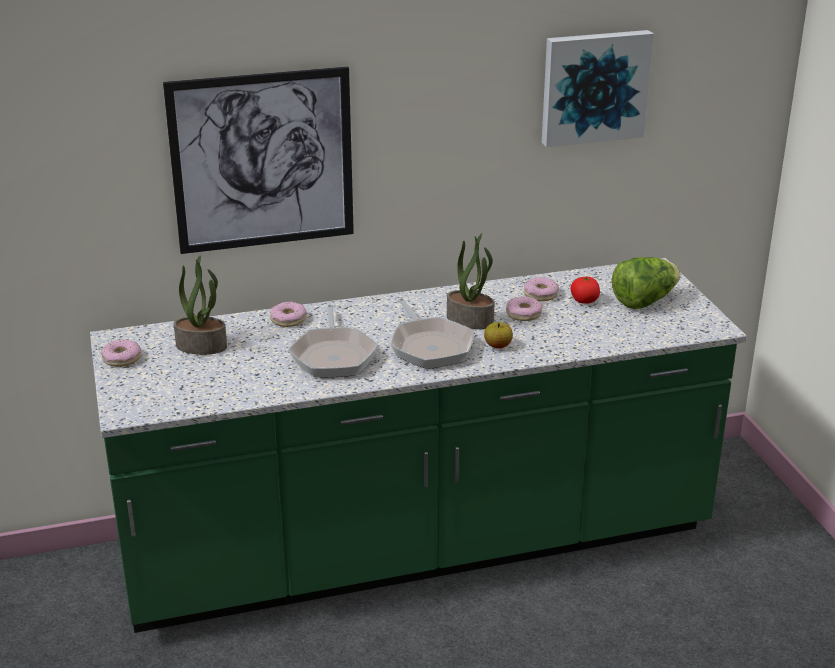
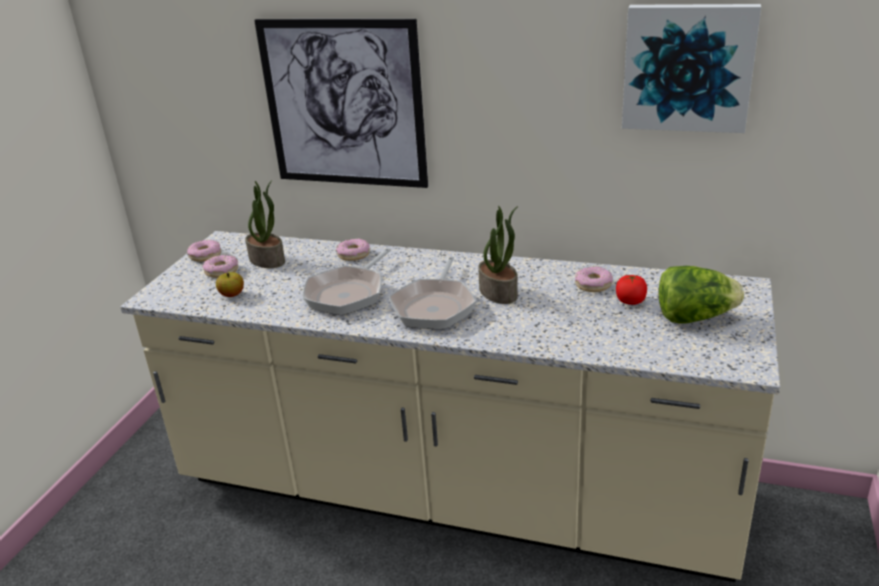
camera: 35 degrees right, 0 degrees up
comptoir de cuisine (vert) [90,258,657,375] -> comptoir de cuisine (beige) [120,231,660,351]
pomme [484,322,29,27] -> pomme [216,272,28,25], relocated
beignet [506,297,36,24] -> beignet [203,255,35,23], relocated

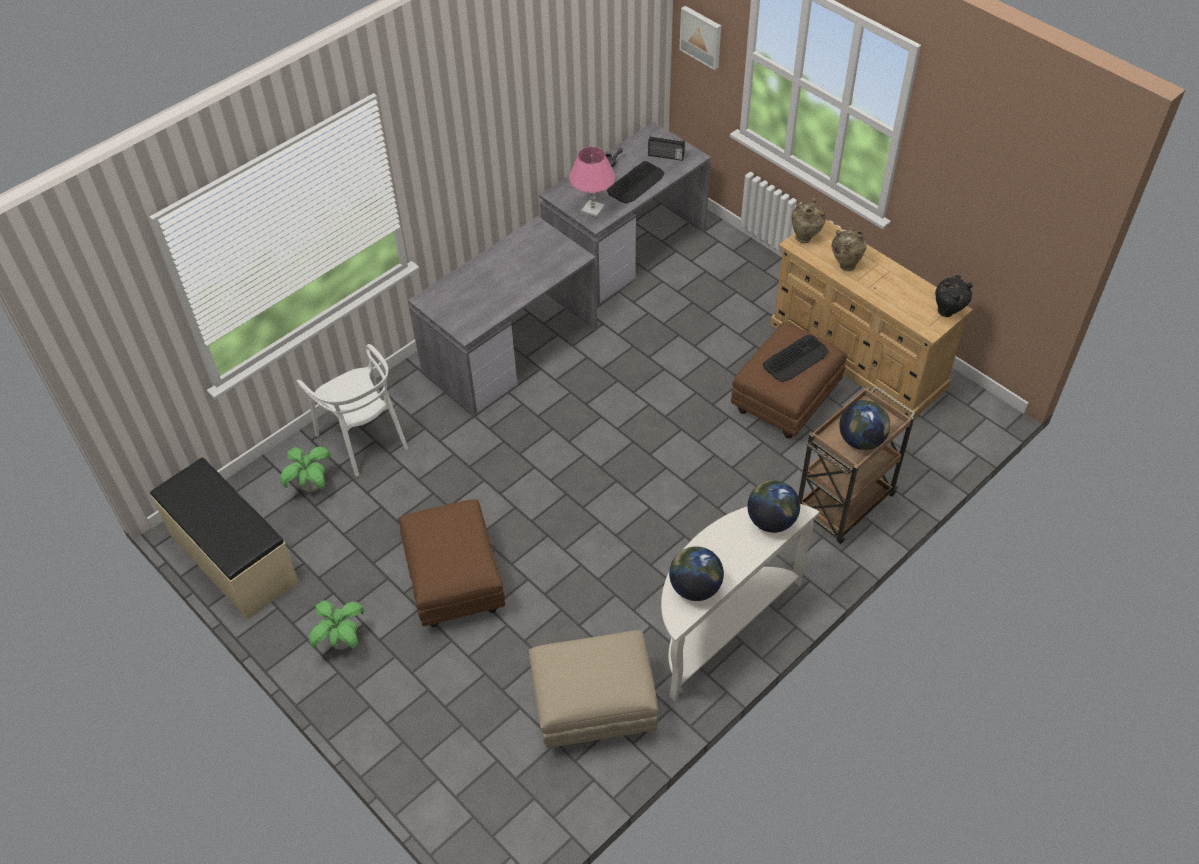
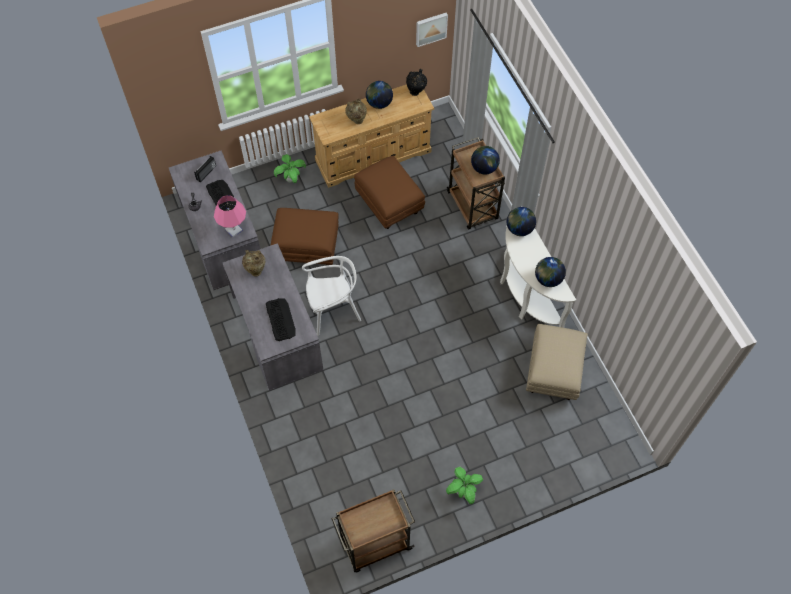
camera: 70 degrees left, 10 degrees up
banc (beige) [150,457,149,163] -> chariot (marron) [331,489,84,83]
plante en pot [280,447,51,45] -> plante en pot [274,154,32,29], relocated
chaise (blanc) [296,344,112,132] -> chaise (blanc) [302,256,59,80], relocated
pouf (marron) [399,499,106,128] -> pouf (marron) [270,208,69,57], relocated
tableau [679,6,42,64] -> tableau [416,13,32,34], relocated
clavier [763,334,66,48] -> clavier [266,298,30,43], relocated
vase (beige) [792,197,34,46] -> vase (beige) [242,250,23,27], relocated
none -> globe [366,81,27,28]

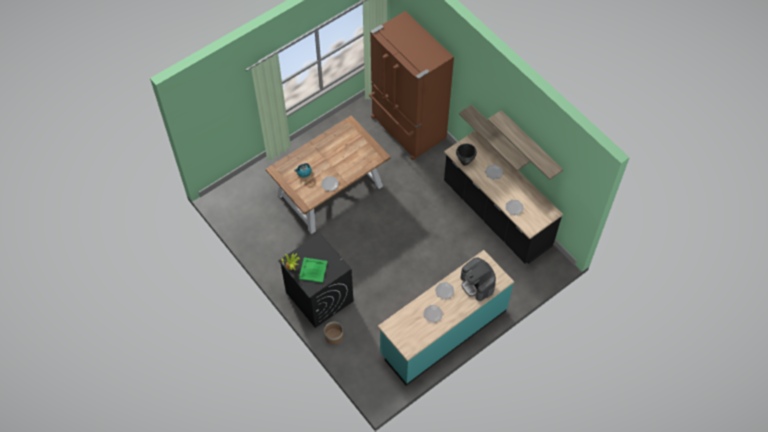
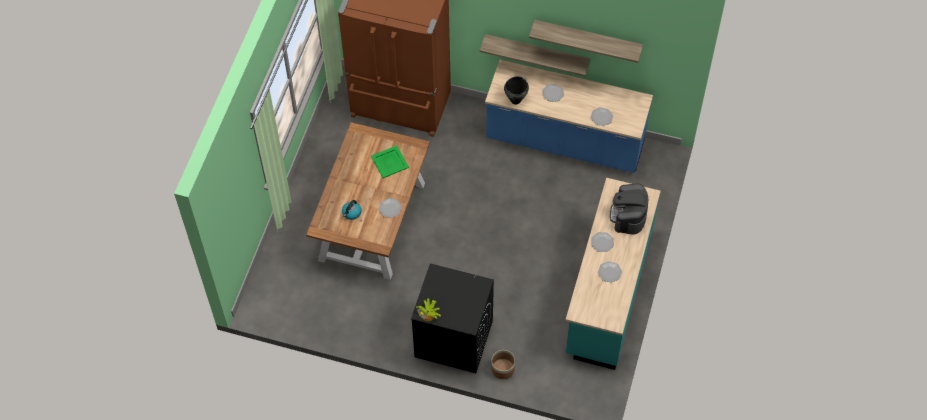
camera: 35 degrees left, 0 degrees up
plateau (vert) [299,257,29,26] -> plateau (vert) [371,146,38,32], relocated
comptoir de cuisine (noir) [444,131,119,133] -> comptoir de cuisine (bleu) [485,60,168,113]
machine à café [461,258,35,43] -> machine à café [610,183,38,51], 75 degrees clockwise

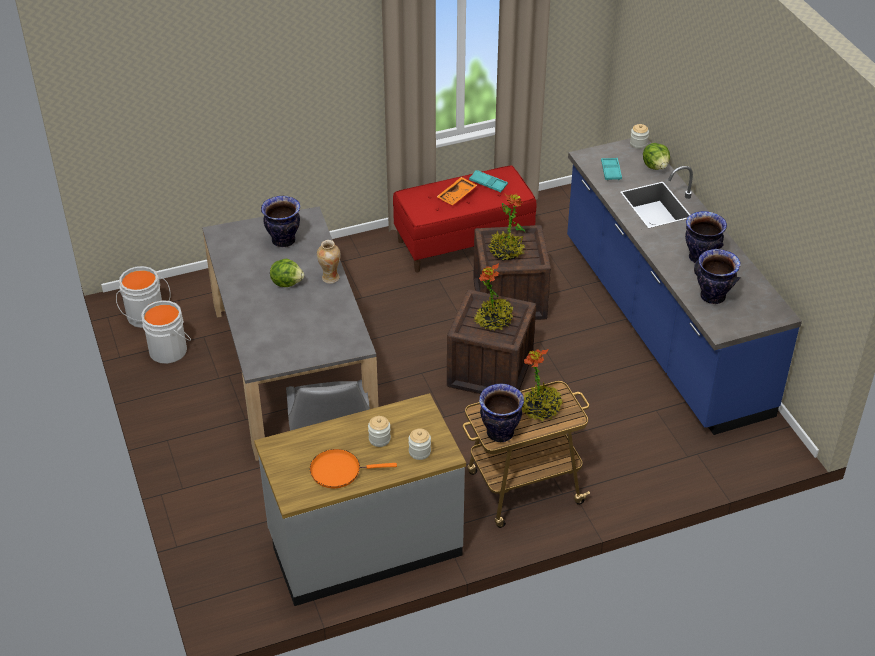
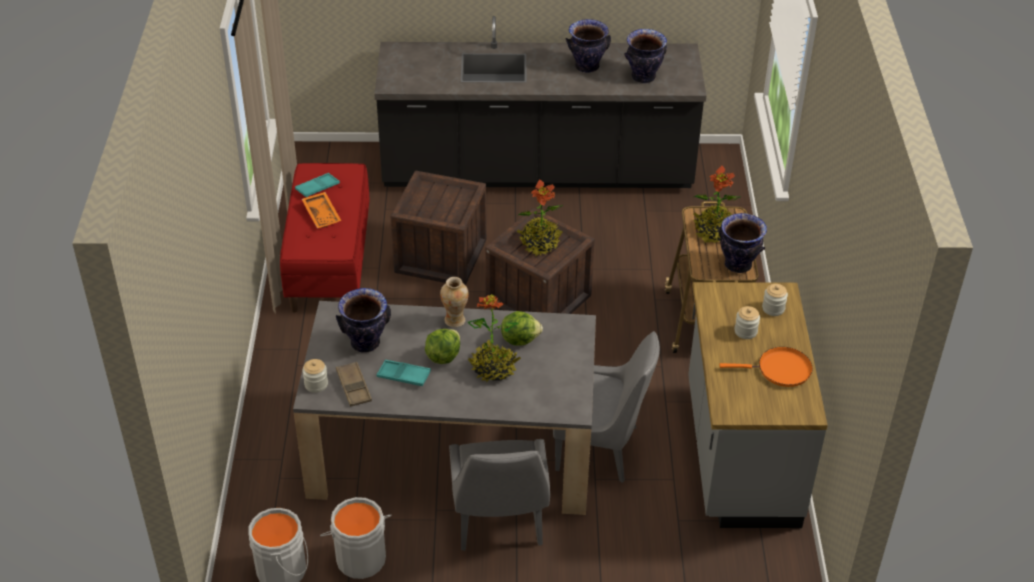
camera: 70 degrees left, 0 degrees up
poêle (orange) [310,449,87,39] -> poêle (orange) [719,347,94,40], 105 degrees counterclockwise
plante en pot [489,193,36,67] -> plante en pot [467,294,54,89], relocated
comptoir de cuisine (bleu) [567,138,235,297] -> comptoir de cuisine (noir) [375,16,331,172]
plateau (turquoise) [601,158,21,22] -> plateau (turquoise) [376,360,55,26], relocated
bocal [630,124,19,25] -> bocal [302,359,26,34], relocated
laitue [643,143,27,27] -> laitue [501,311,42,35], relocated
none -> plateau (marron) [336,362,36,45]
none -> chaise (gris) [449,439,101,112]

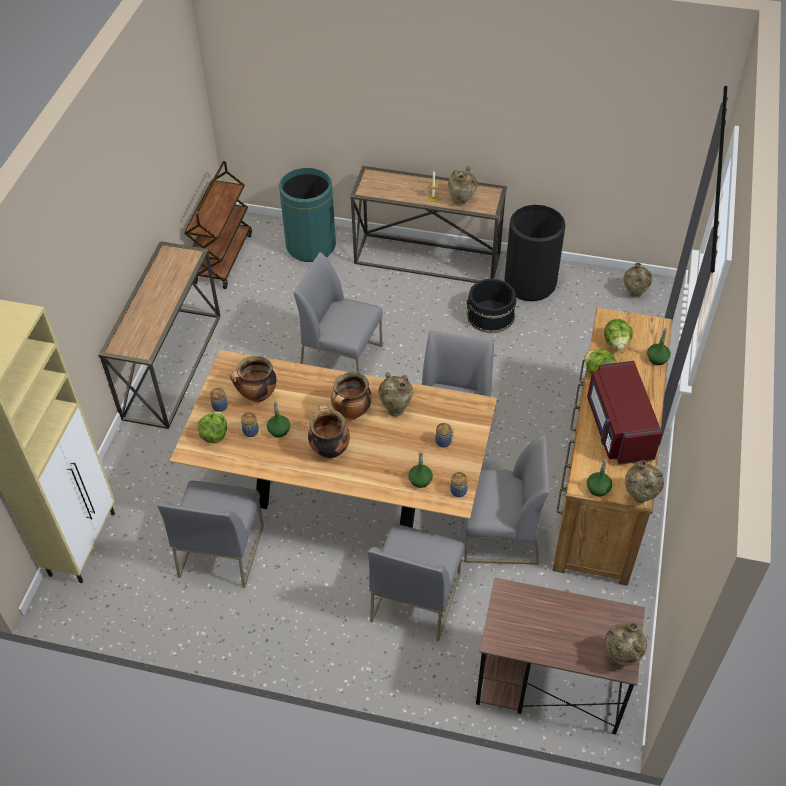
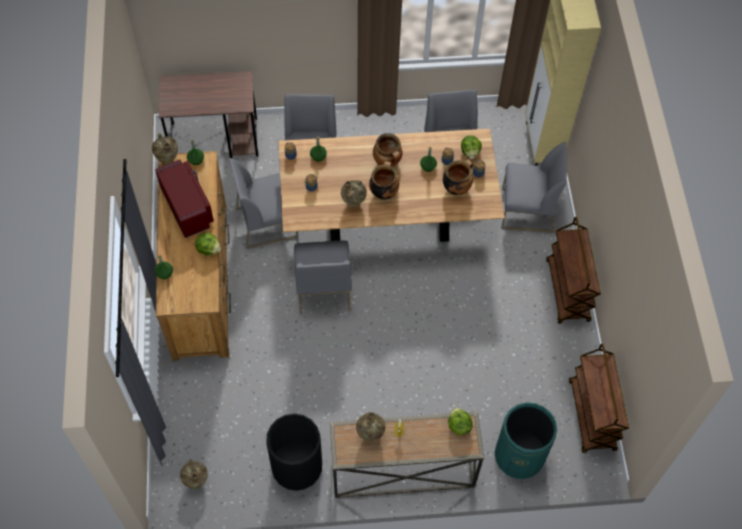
camera: 160 degrees right, 10 degrees up
table console [98,241,123,188] -> chariot (marron) [546,217,55,107]
chaise (gris) [293,252,90,121] -> chaise (gris) [501,142,66,91], relocated
seau (noir) [467,278,50,55] -> none
laitue [604,319,29,31] -> laitue [448,407,25,28], relocated
vase (beige) [605,622,42,44] -> none

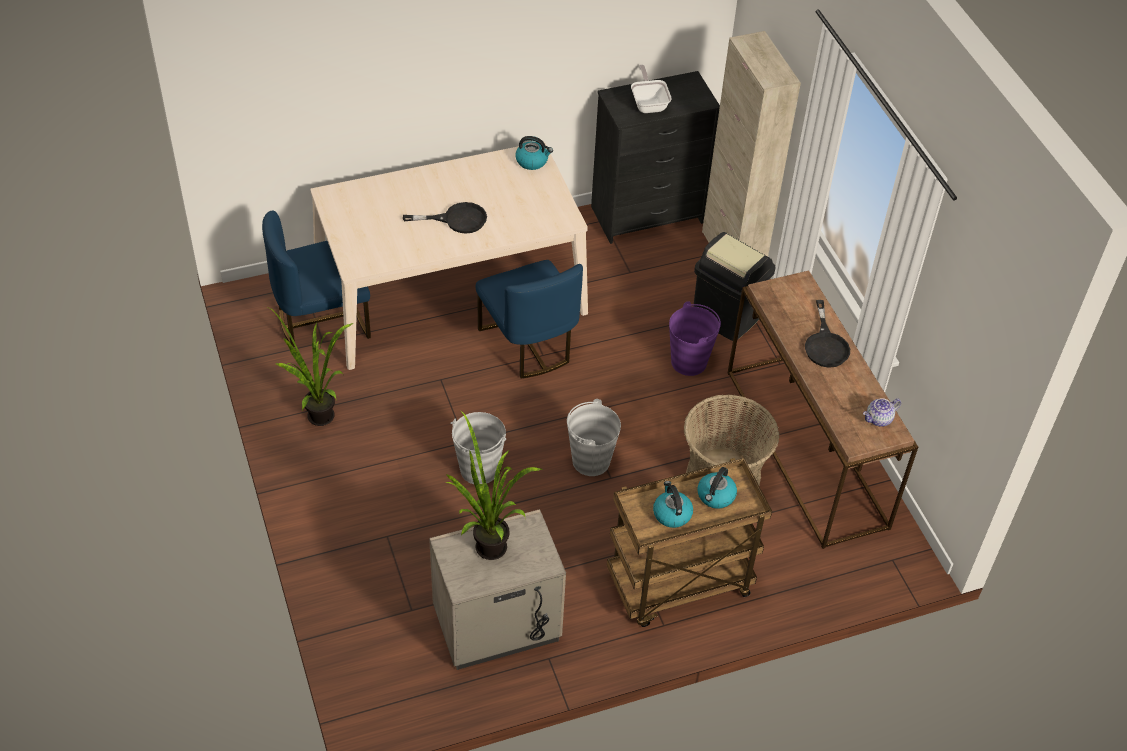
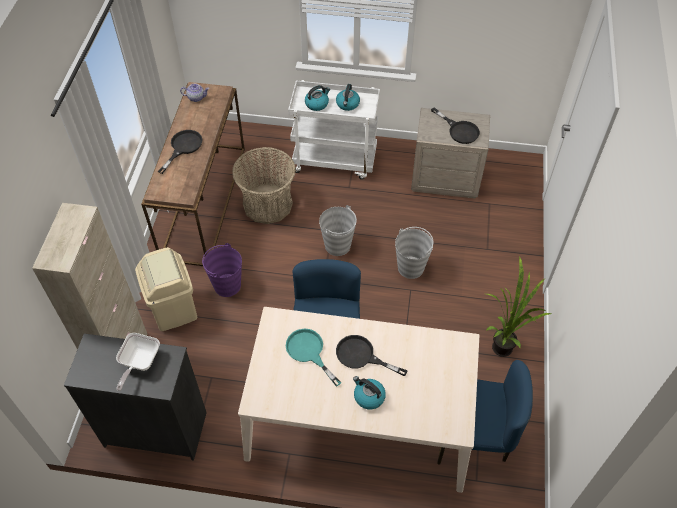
camera: 150 degrees left, 5 degrees up
plante en pot [445,410,98,150] -> poêle (noir) [431,107,49,37]
bouilloire [515,136,38,34] -> bouilloire [353,376,33,34], relocated
chariot (marron) [607,458,165,169] -> chariot (blanc) [288,80,92,100]
poubelle (noir) [693,232,83,109] -> poubelle (beige) [135,247,62,84]
none -> poêle (turquoise) [286,329,55,57]

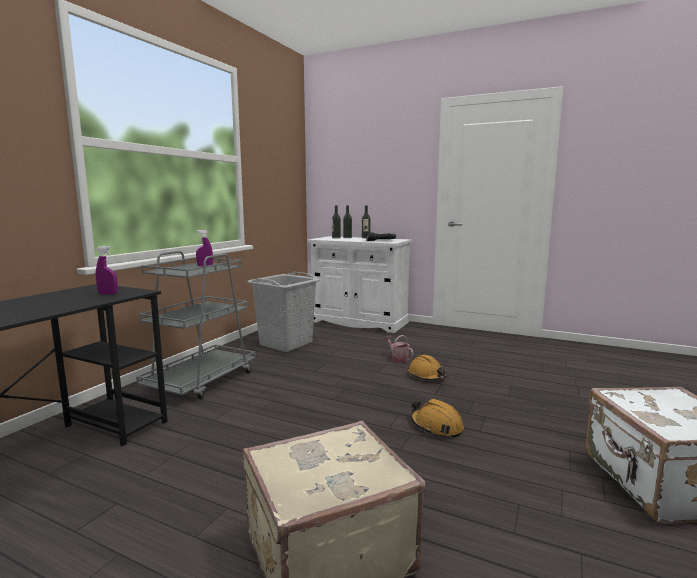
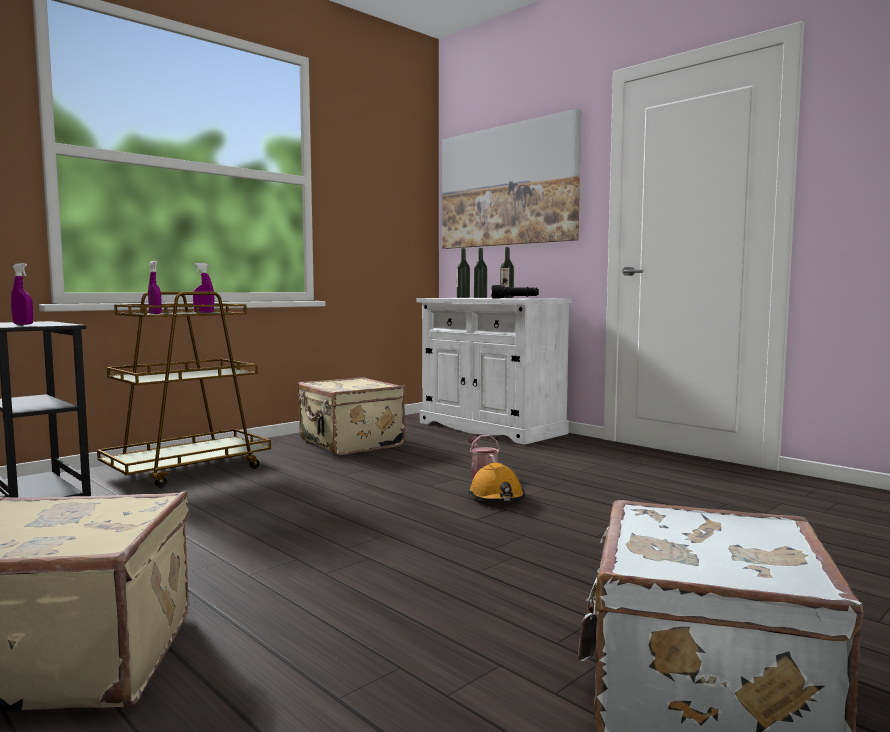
camera: 20 degrees right, 5 degrees down
chariot (gris) [136,251,120,148] -> chariot (marron) [97,292,174,196]
panier à linge (gris) [247,271,73,81] -> valise (beige) [297,377,108,78]
casque de chantier (orange) [411,399,53,39] -> none
none -> vaporisateur (violet) [148,261,14,53]
none -> tableau [442,109,139,140]

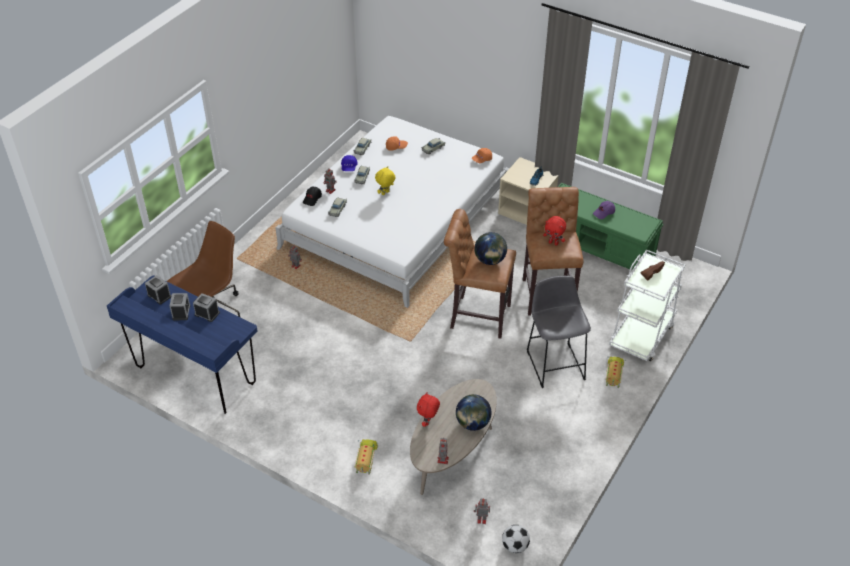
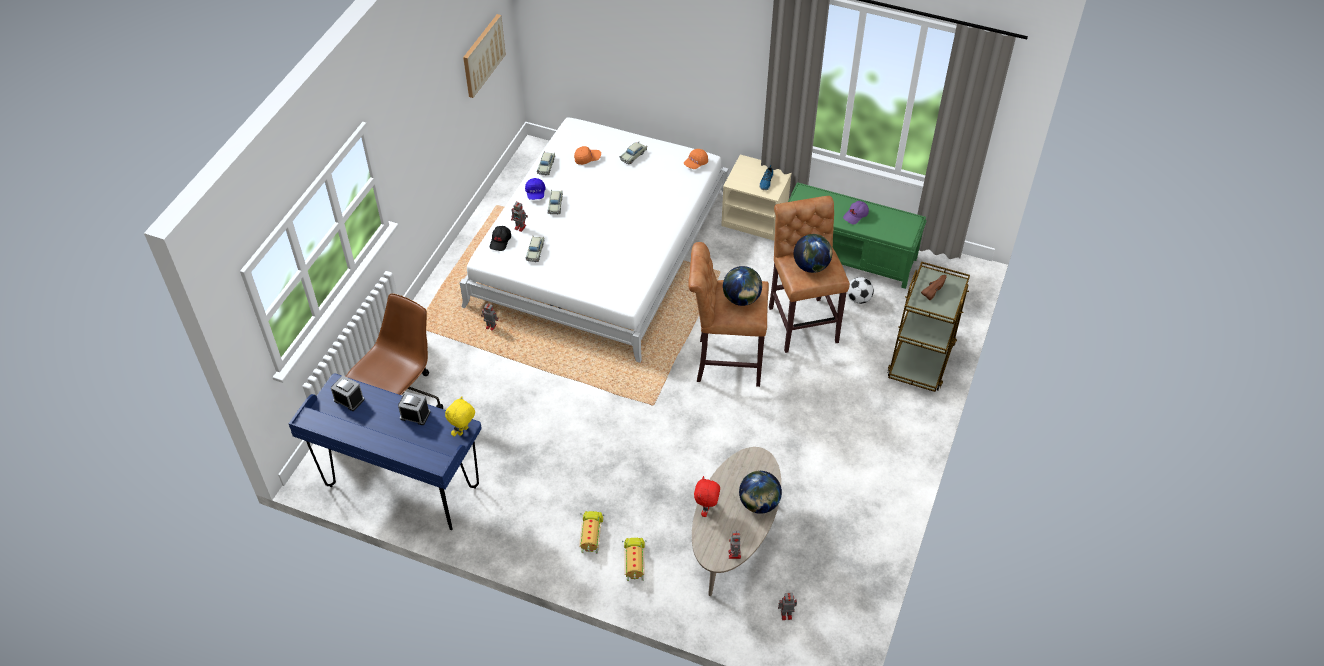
camera: 10 degrees left, 5 degrees up
réveil [170,293,20,27] -> none
peluche (jaune) [375,166,21,30] -> peluche (jaune) [445,396,30,41], relocated
ballon de foot [502,525,28,28] -> ballon de foot [847,277,27,27], relocated
tabouret (gris) [527,276,64,112] -> none
peluche (rouge) [543,216,23,30] -> globe [794,234,38,39]
camion jouet [605,356,21,32] -> camion jouet [579,511,25,43], relocated
chariot (blanc) [609,249,76,112] -> chariot (marron) [887,261,83,131]
none -> tableau [463,14,43,84]

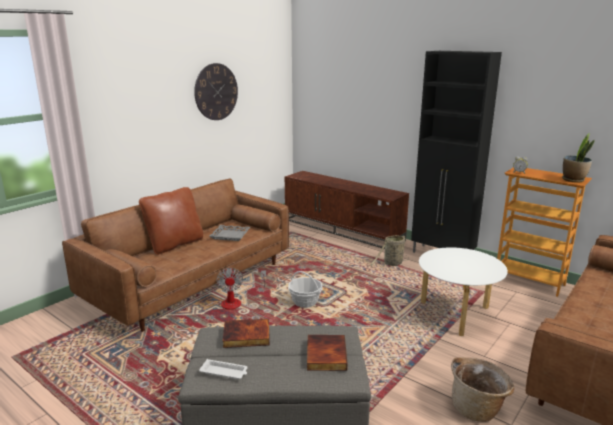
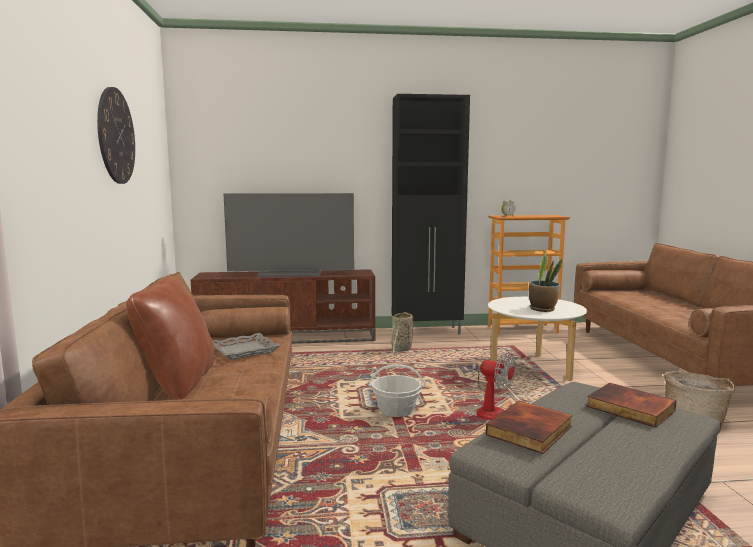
camera: 45 degrees left, 10 degrees down
plateau (blanc) [199,359,49,20] -> none
ventilateur [216,267,50,43] -> ventilateur [469,353,47,67], relocated
plante en pot [562,133,33,50] -> plante en pot [529,253,33,59], relocated
none -> téléviseur [224,193,130,84]

